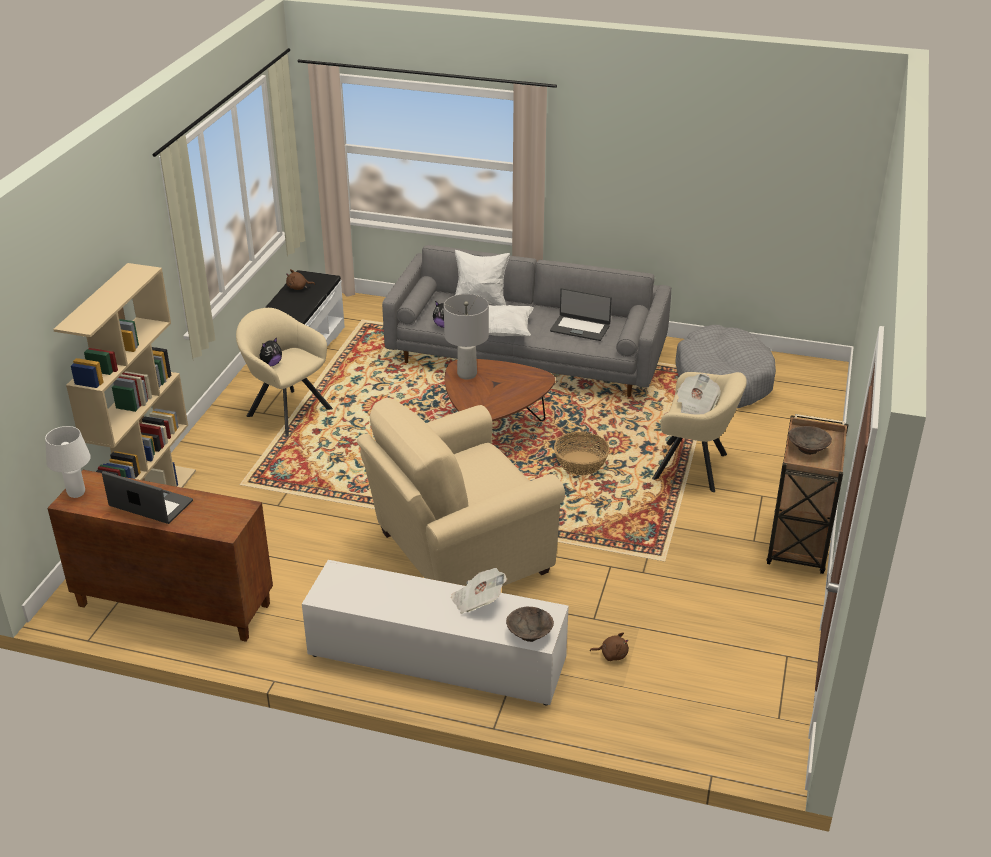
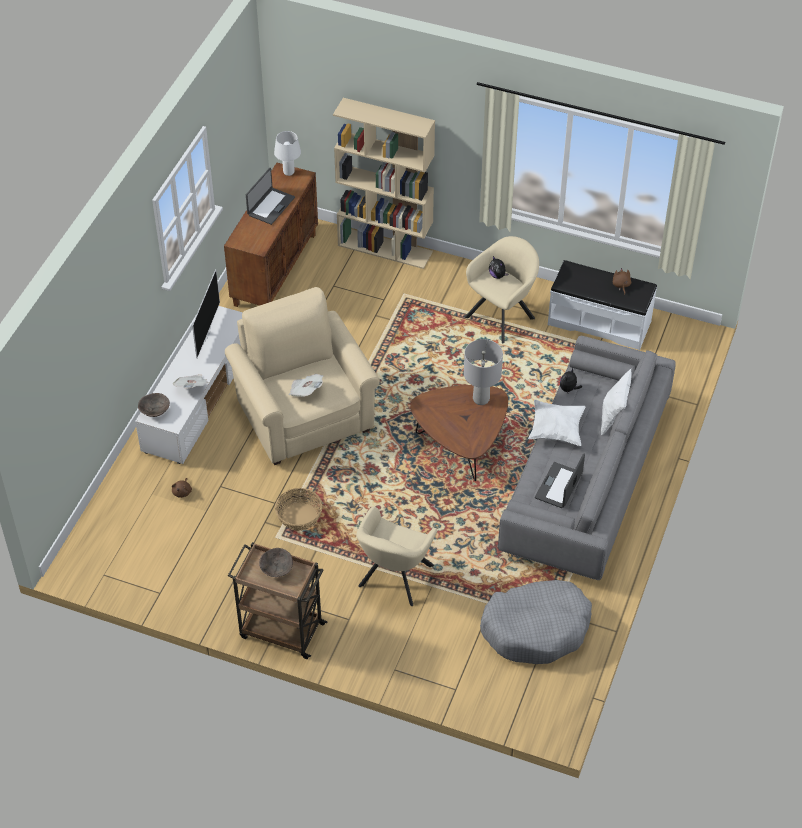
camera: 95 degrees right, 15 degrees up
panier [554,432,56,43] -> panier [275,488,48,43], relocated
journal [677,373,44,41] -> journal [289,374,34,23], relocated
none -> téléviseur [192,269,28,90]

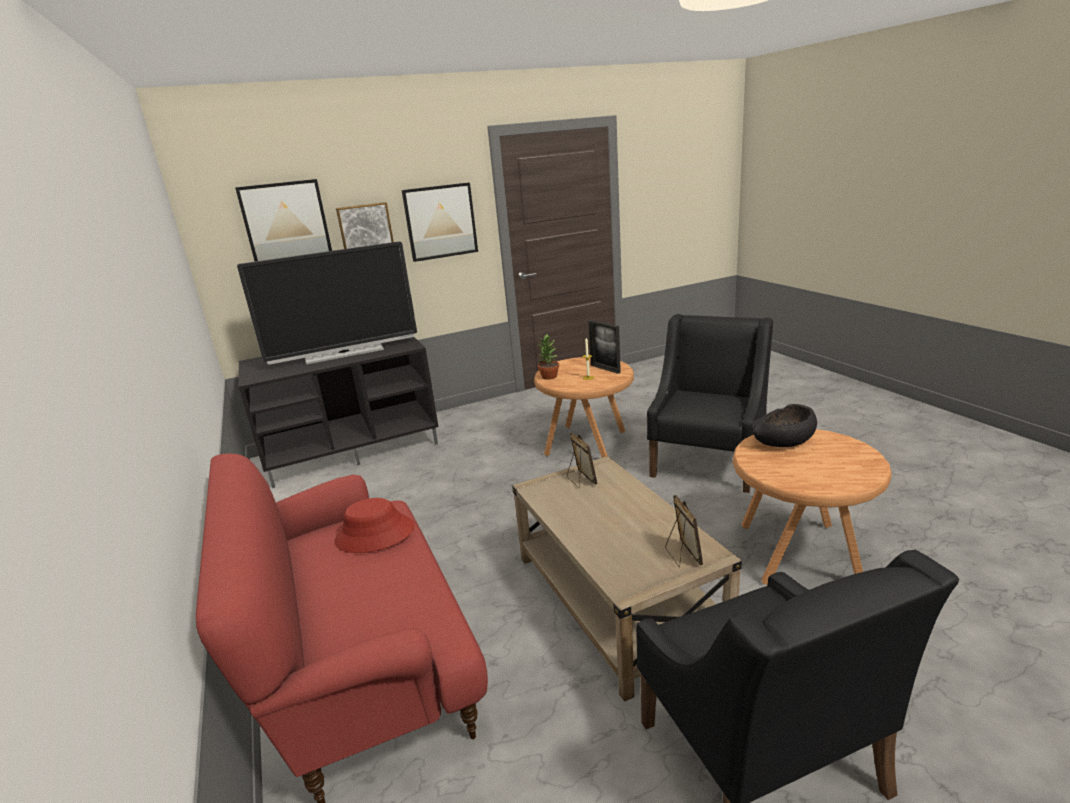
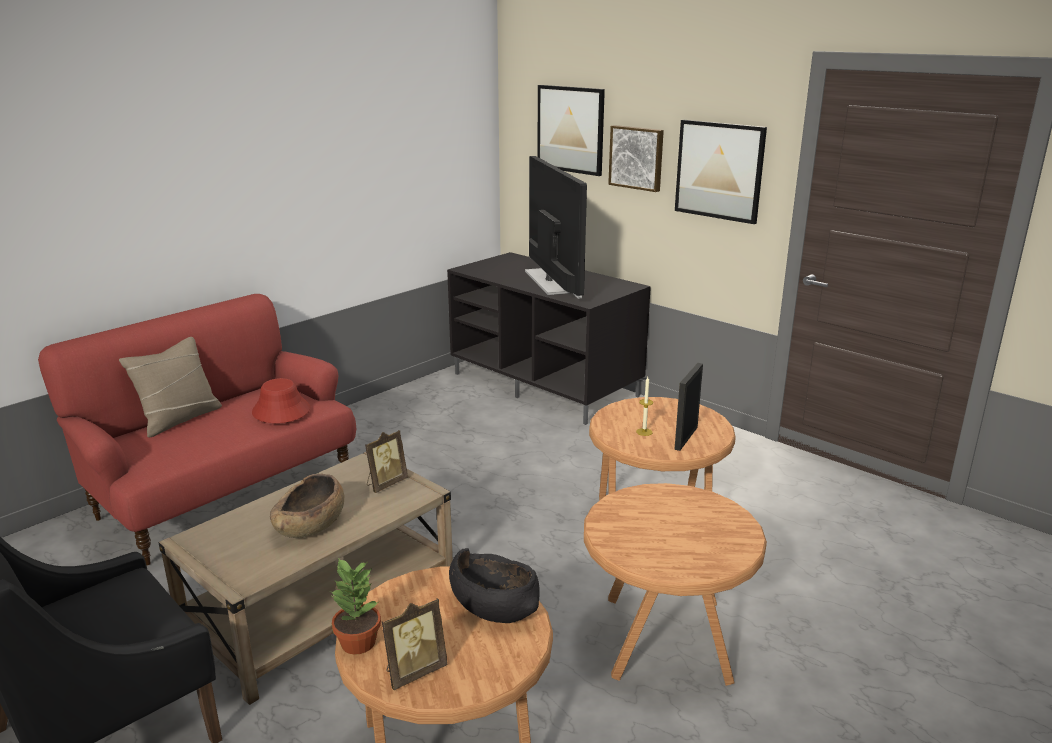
camera: 65 degrees right, 0 degrees up
téléviseur [237,241,180,124] -> téléviseur [525,156,62,143], 150 degrees counterclockwise
plante en pot [538,335,21,45] -> plante en pot [331,558,50,97], relocated
fauteuil (noir) [647,314,126,179] -> table d'appoint (marron) [584,483,183,203]
cadre photo [665,495,38,72] -> cadre photo [382,598,65,92], relocated
none -> coussin (beige) [119,337,103,101]
none -> bol (marron) [270,474,74,64]

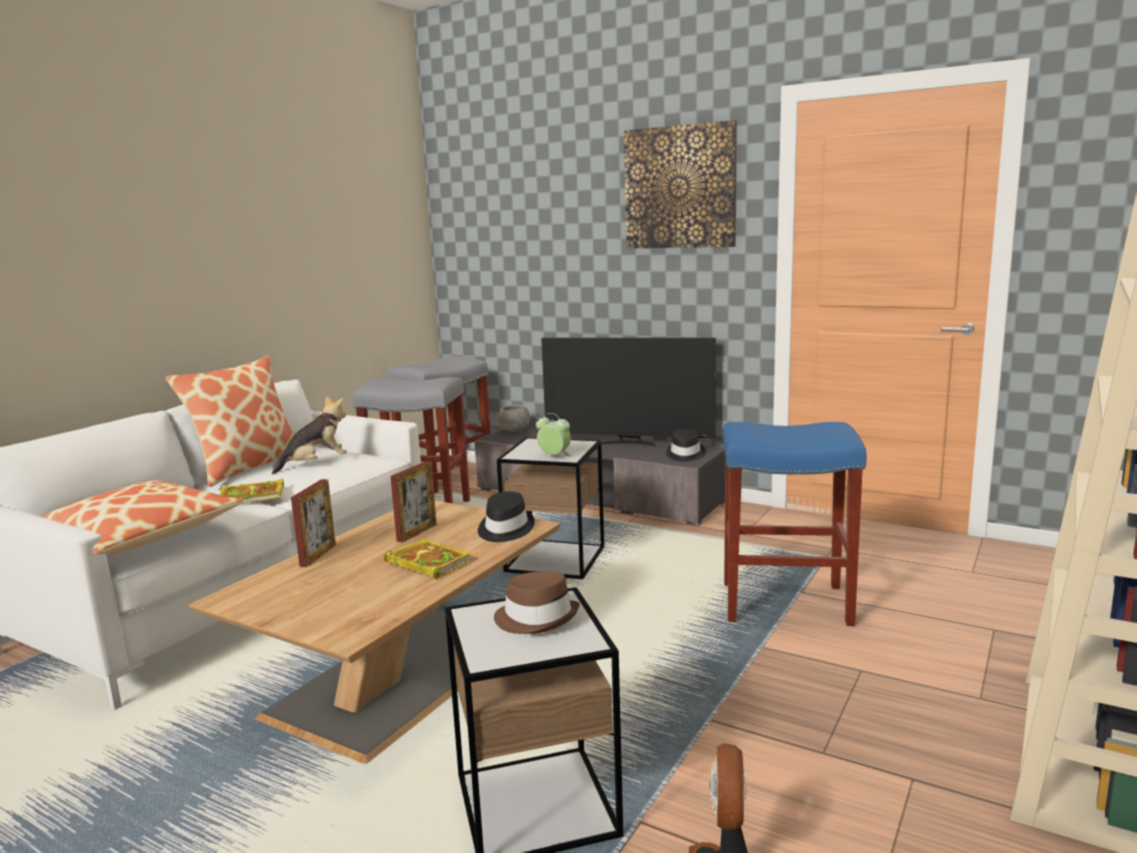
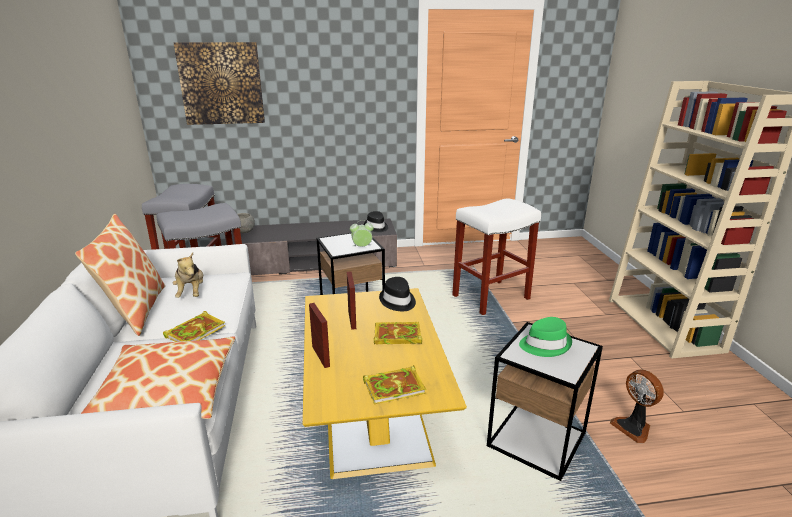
camera: 40 degrees left, 10 degrees up
table basse (marron) [189,500,371,264] -> table basse (jaune) [303,288,164,191]
peluche [272,396,75,79] -> peluche [173,253,30,45], 150 degrees clockwise
chapeau (marron) [494,572,86,62] -> chapeau (vert) [519,317,53,40]
téléviseur [541,338,175,108] -> none
tableau [624,120,113,128] -> tableau [174,42,91,83], relocated
tabouret (bleu) [723,422,144,204] -> tabouret (blanc) [452,198,89,117]
none -> livre [363,365,63,40]

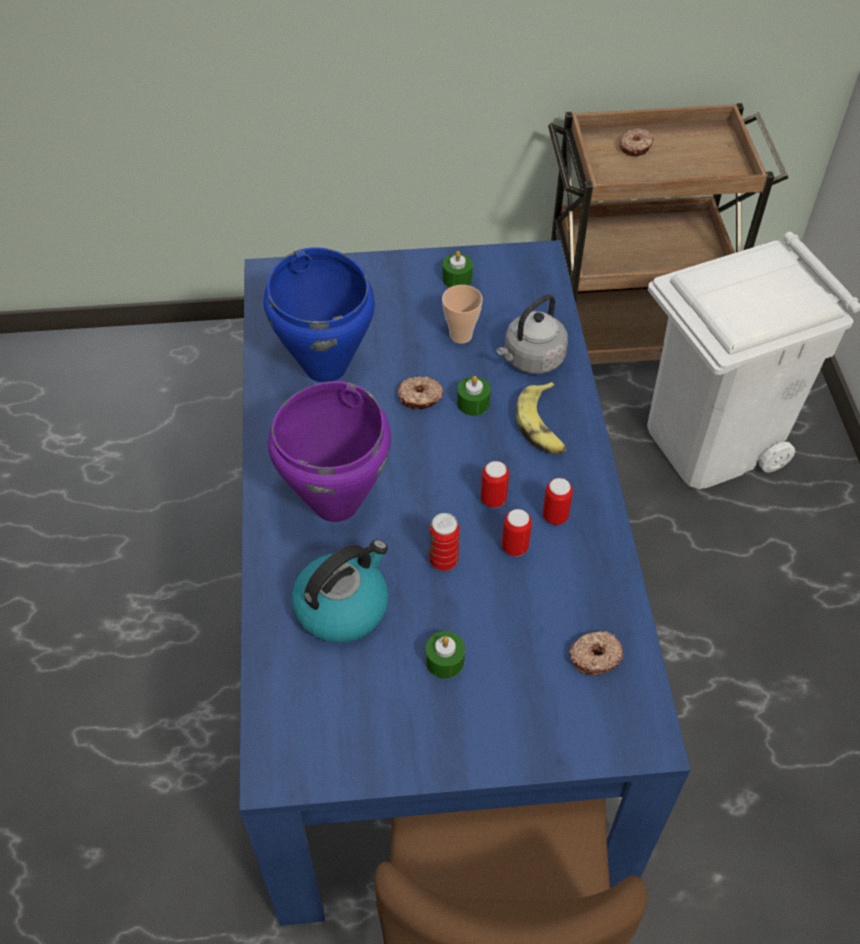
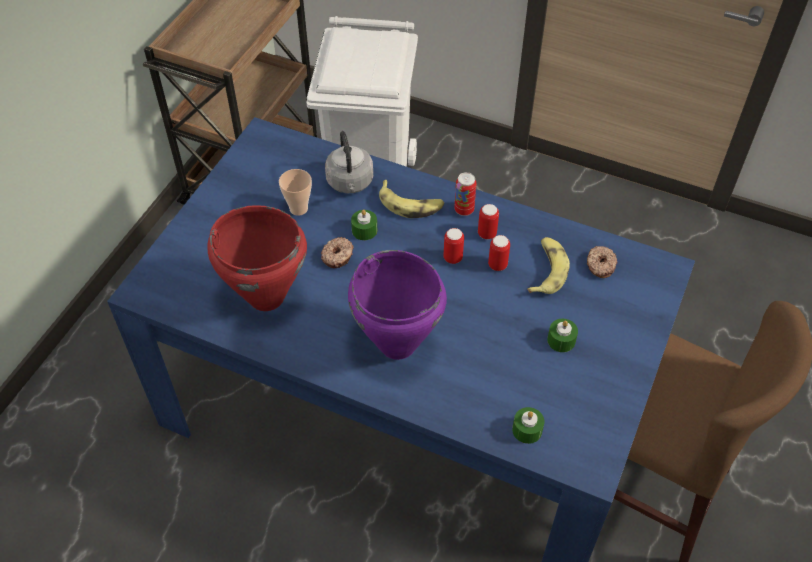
camera: 60 degrees left, 0 degrees up
marmite (bleu) [264,247,111,136] -> marmite (rouge) [207,205,100,106]
bouilloire [292,540,97,103] -> none
boîte métallique [429,513,31,58] -> boîte métallique [454,172,22,44], relocated
bougie (vert) [442,251,31,37] -> bougie (vert) [512,407,32,37], relocated
beignet [619,128,35,28] -> none
none -> banane [527,237,43,57]

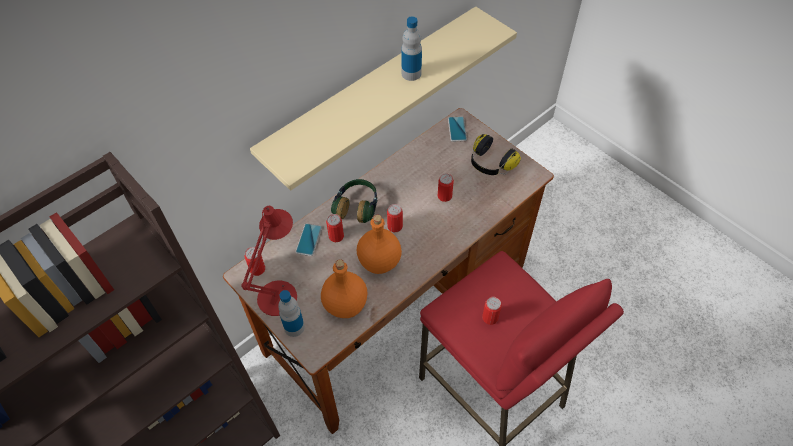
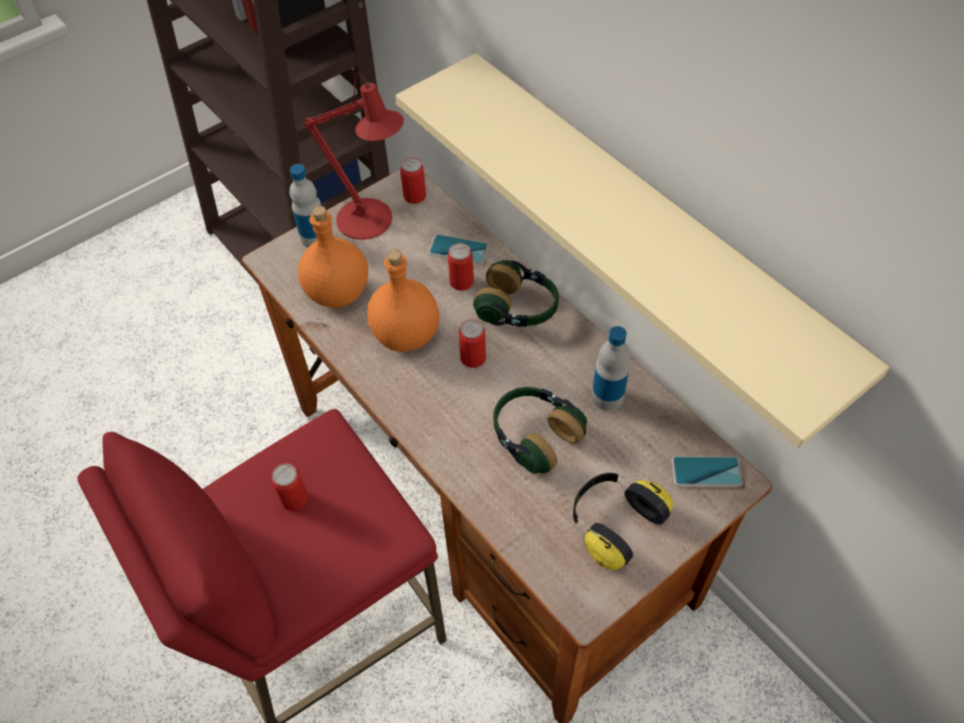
camera: 95 degrees right, 0 degrees up
bouteille [401,16,21,65] -> bouteille [592,326,38,85], relocated
boîte métallique [438,173,16,29] -> casque audio [493,387,94,87]

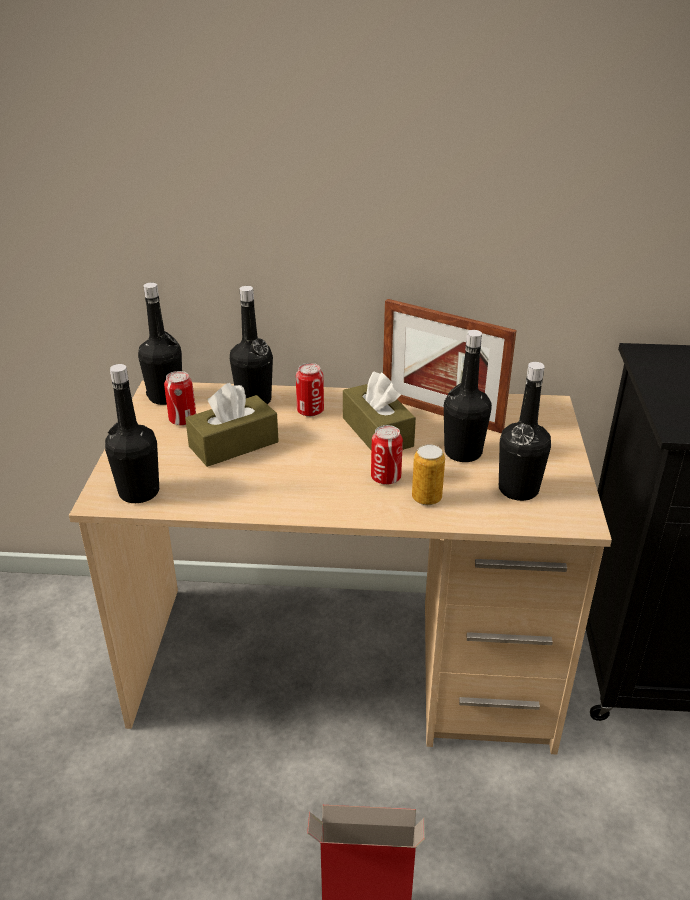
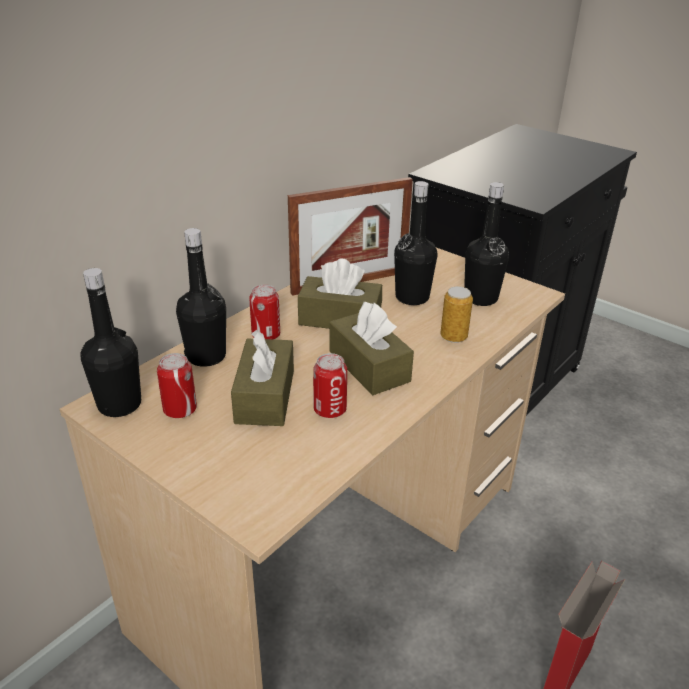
camera: 55 degrees left, 0 degrees up
bouteille (noir) [105,364,54,139] -> none
boîte métallique [371,425,32,60] -> boîte métallique [313,353,34,65], relocated
none -> boîte à mouchoirs (marron) [329,302,85,93]

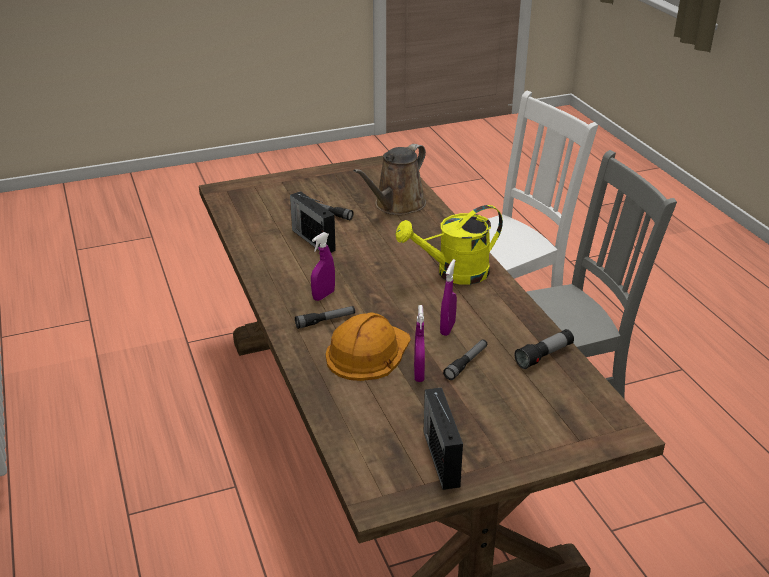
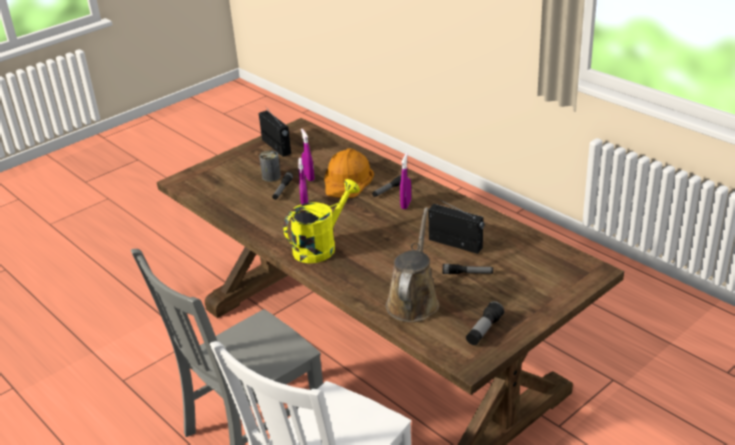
camera: 160 degrees right, 0 degrees up
lampe de poche [514,329,60,40] -> lampe de poche [466,301,38,44], relocated
none -> boîte métallique [259,151,22,31]

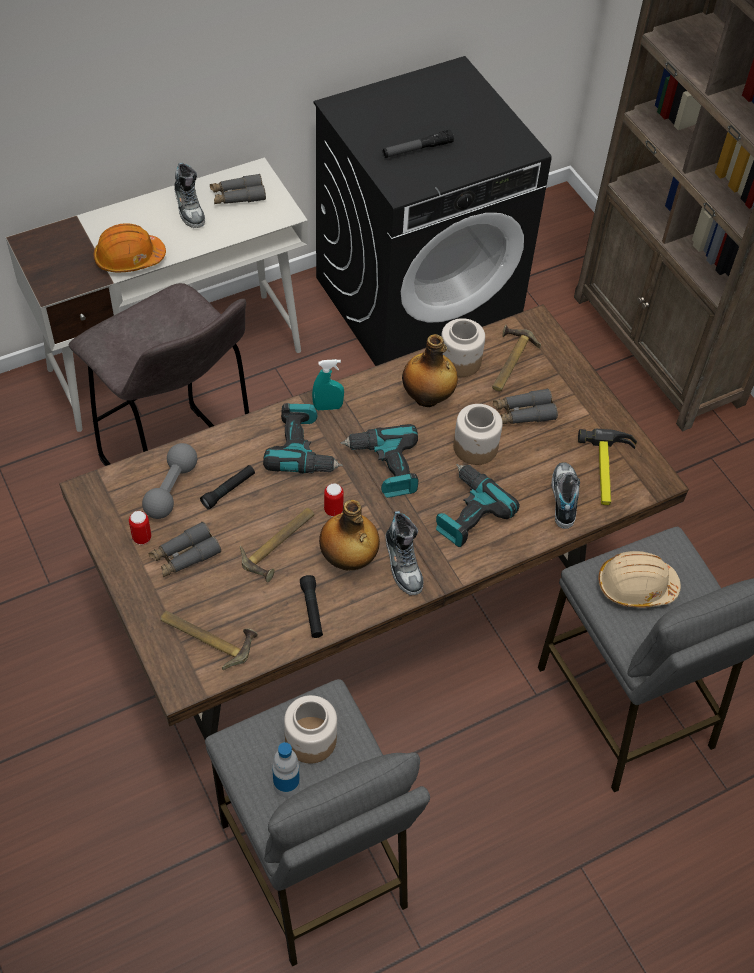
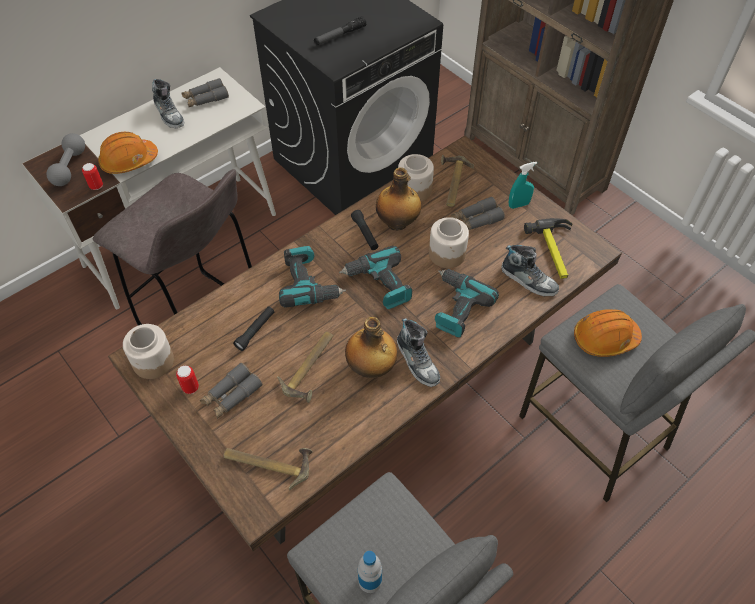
camera: 10 degrees left, 0 degrees up
haltère (gris) [142,443,55,76] -> haltère (gris) [47,133,38,53], relocated
bocal [284,695,53,68] -> bocal [123,324,51,55], relocated
lampe de poche (noir) [300,575,23,63] -> lampe de poche (noir) [351,210,27,40], relocated
vaporisateur (turquoise) [312,359,32,51] -> vaporisateur (turquoise) [509,162,28,47], relocated
boîte métallique [324,483,20,33] -> boîte métallique [82,163,21,27], relocated
chaussure [551,462,29,67] -> chaussure [501,245,58,51], 135 degrees clockwise
casque de chantier (beige) [598,551,83,57] -> casque de chantier (orange) [574,309,68,48]

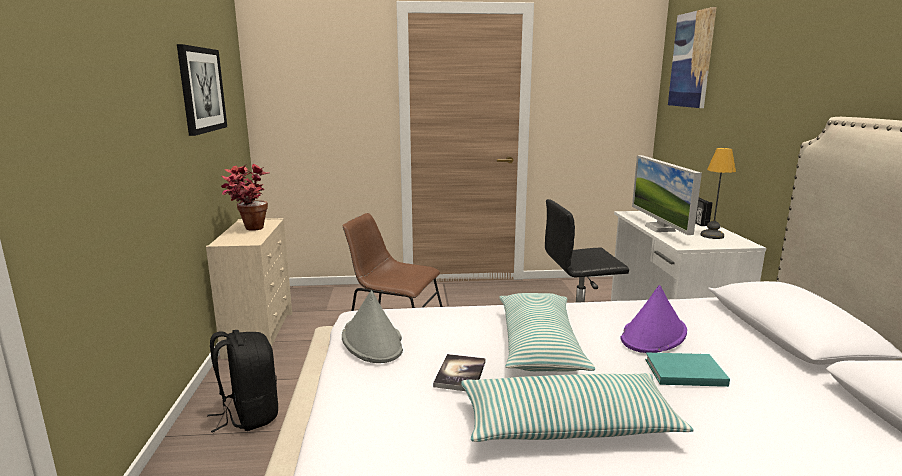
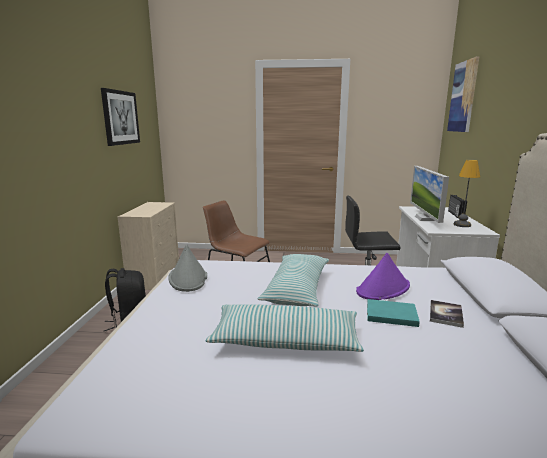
camera: 10 degrees right, 0 degrees up
plante en pot [221,164,48,67] -> none
livre [433,354,52,37] -> livre [430,300,34,28], relocated

